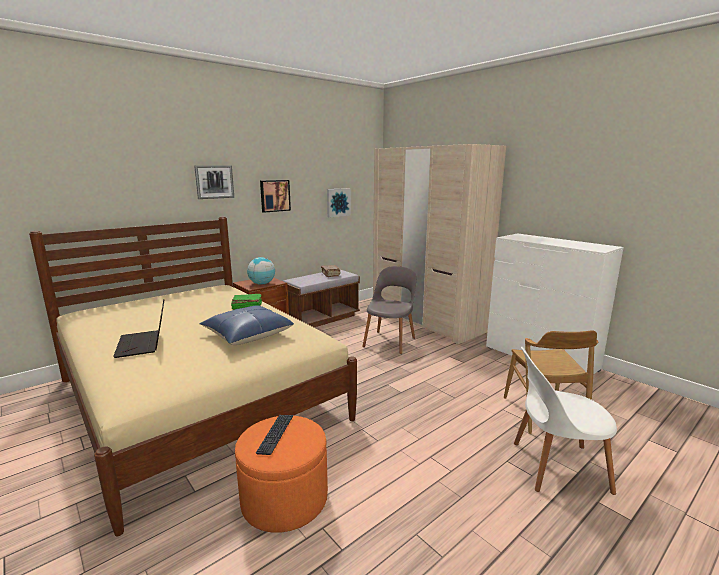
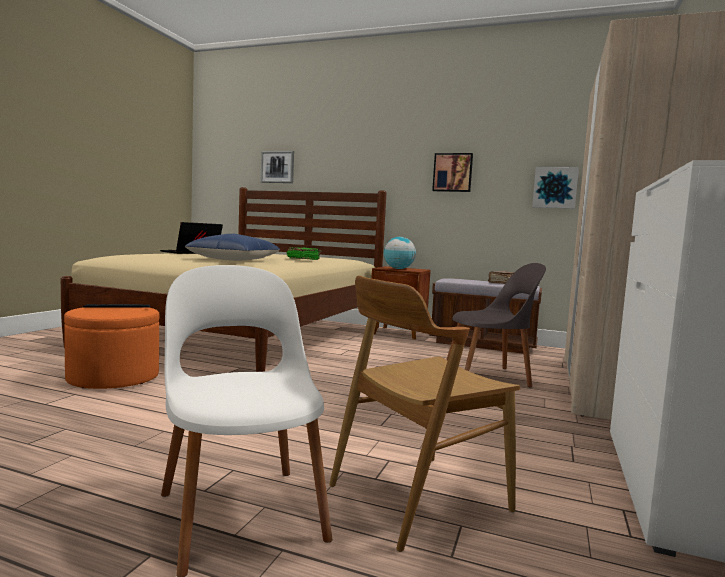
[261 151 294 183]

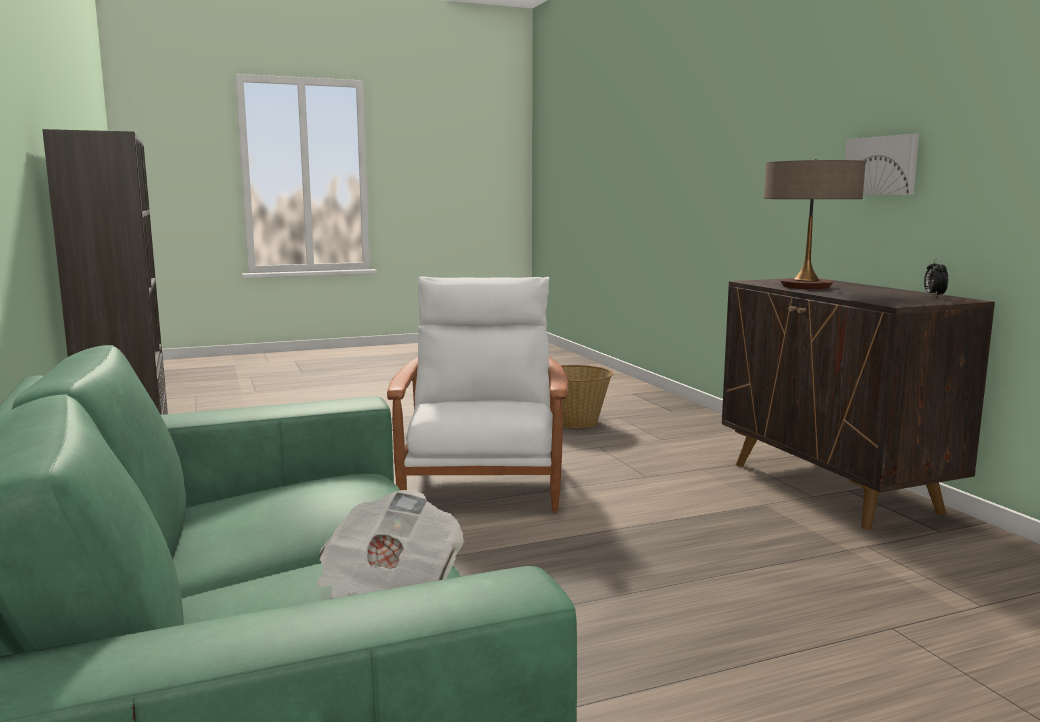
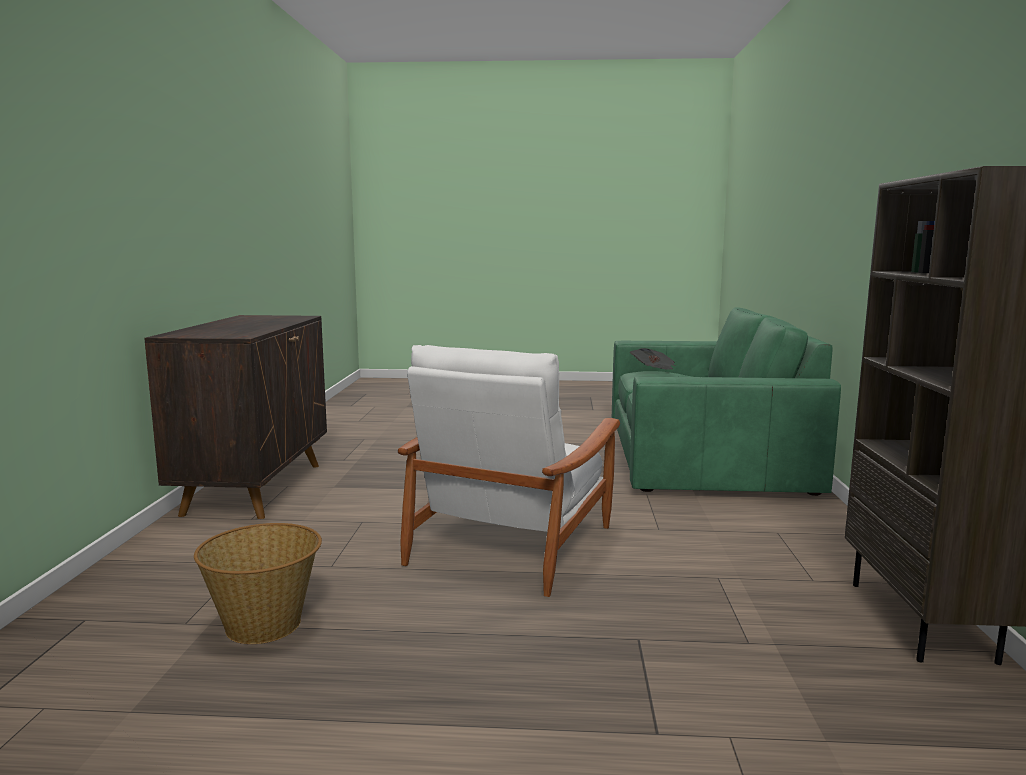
[764 160 866 289] (first image)
[845 134 919 195] (first image)
[924 258 948 296] (first image)

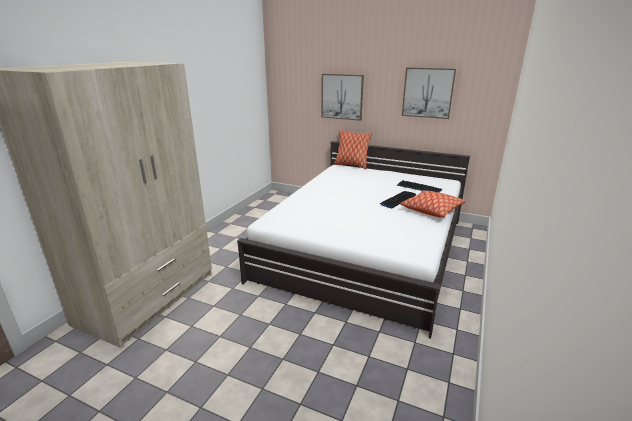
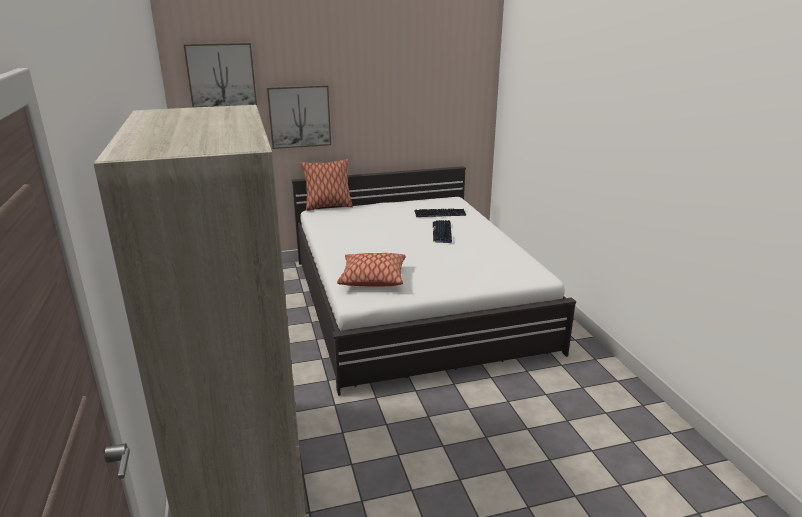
[337 253 406 287]
[183 43 257 108]

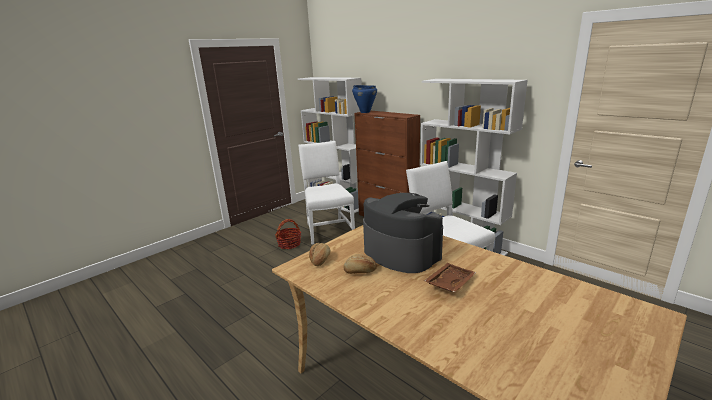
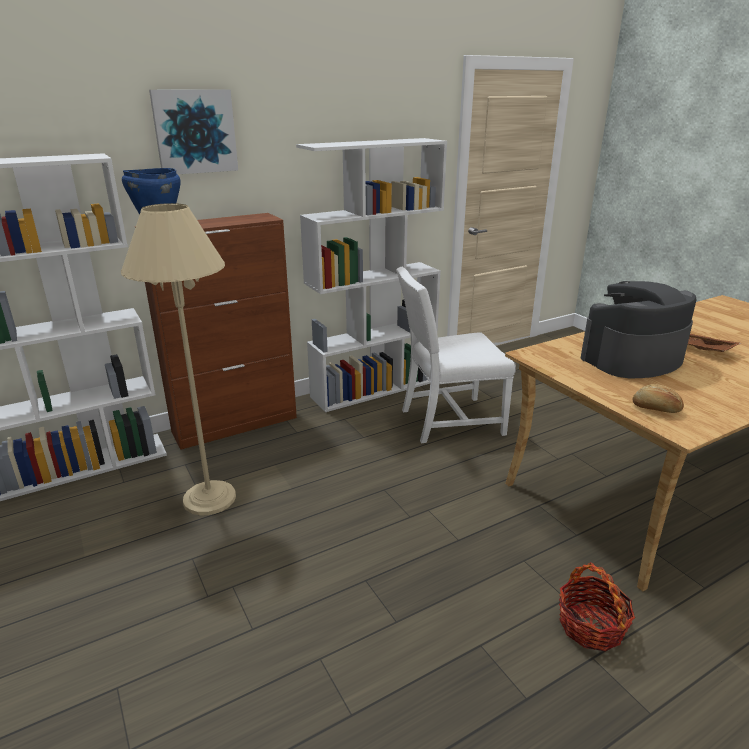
[559 562 635 652]
[121 203 236 516]
[343 254 377 274] (first image)
[149 89 238 174]

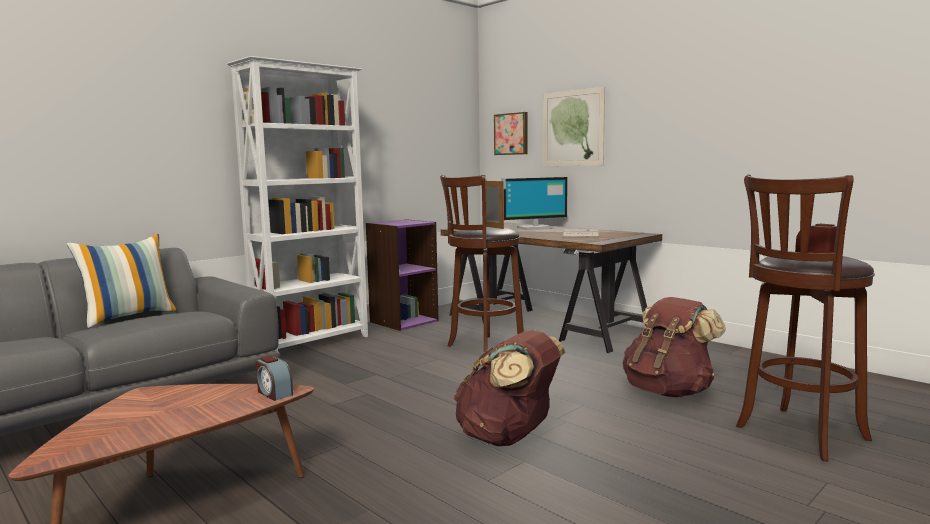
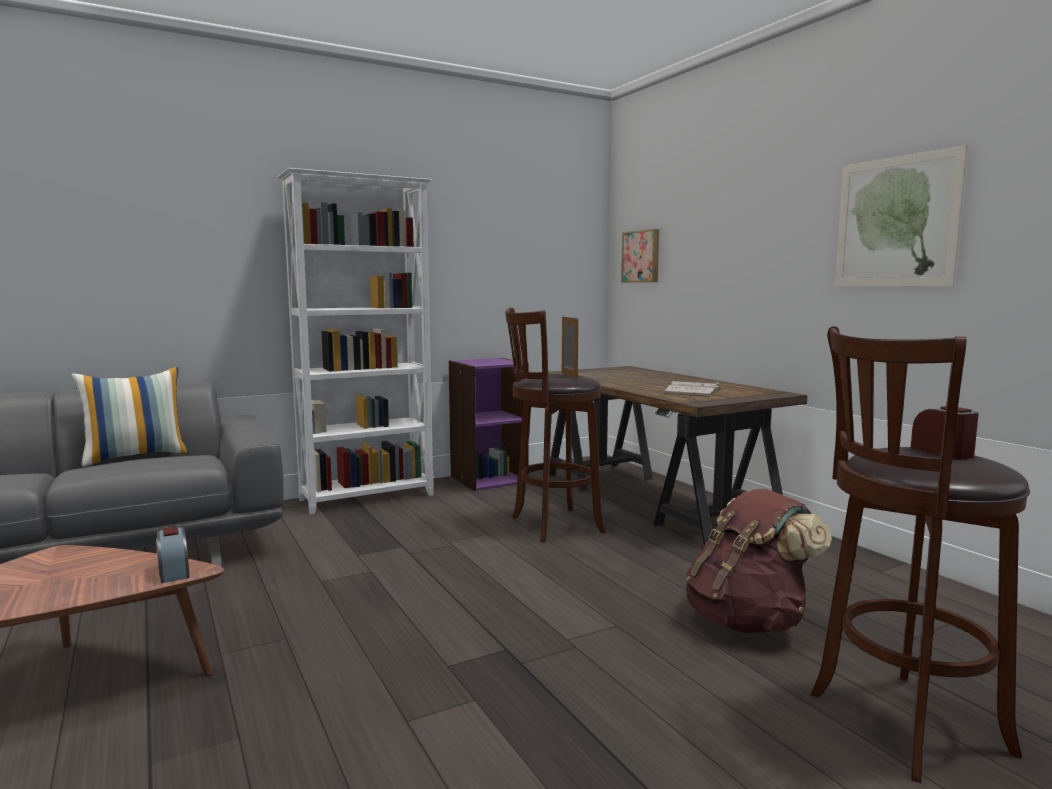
[454 330 566 446] (first image)
[501 177 568 230] (first image)
[834 145 968 287]

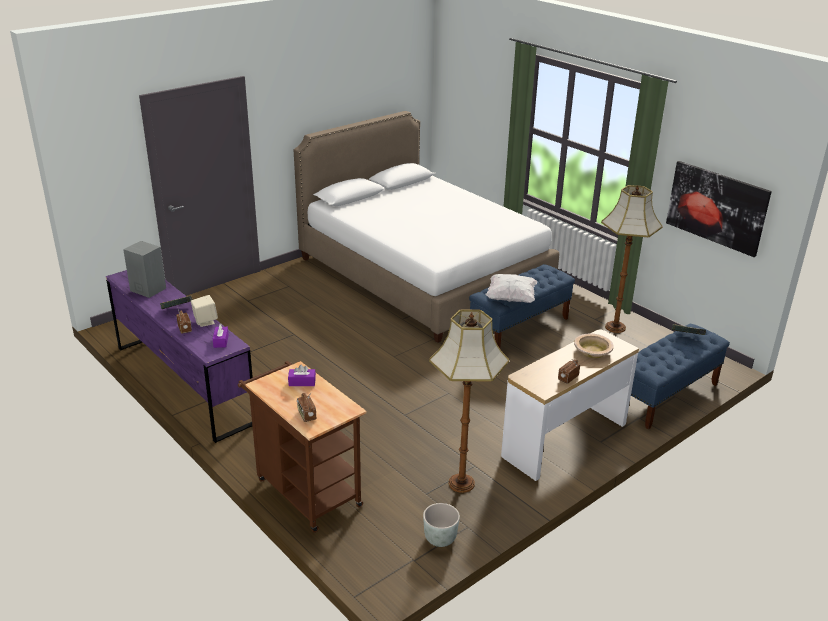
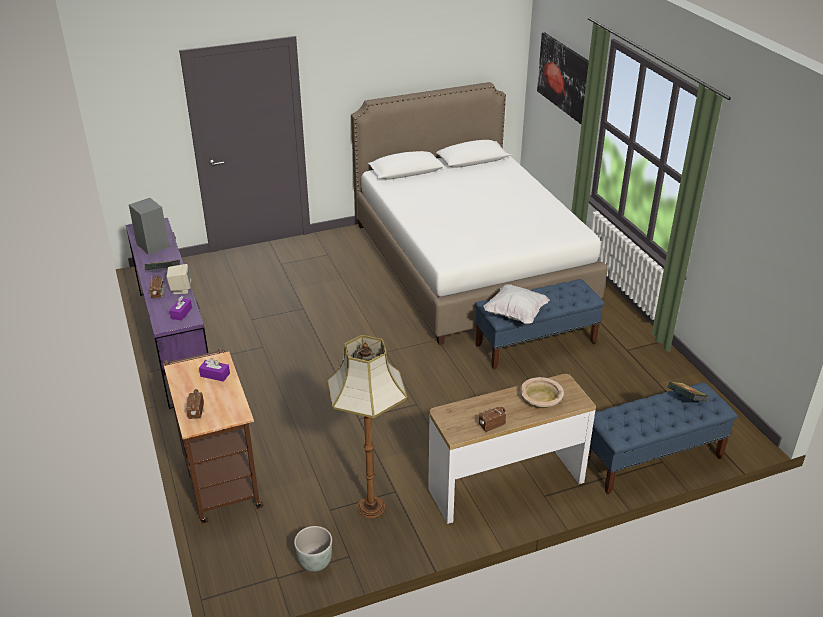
[601 185 663 333] (first image)
[537 33 589 124]

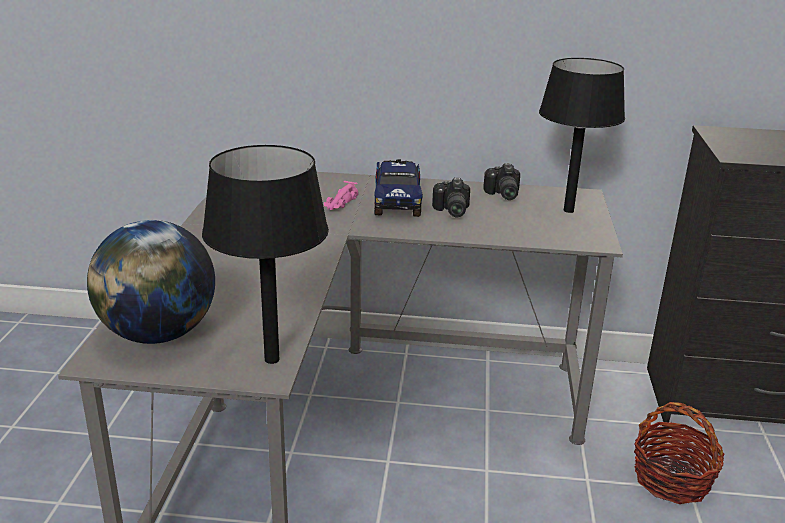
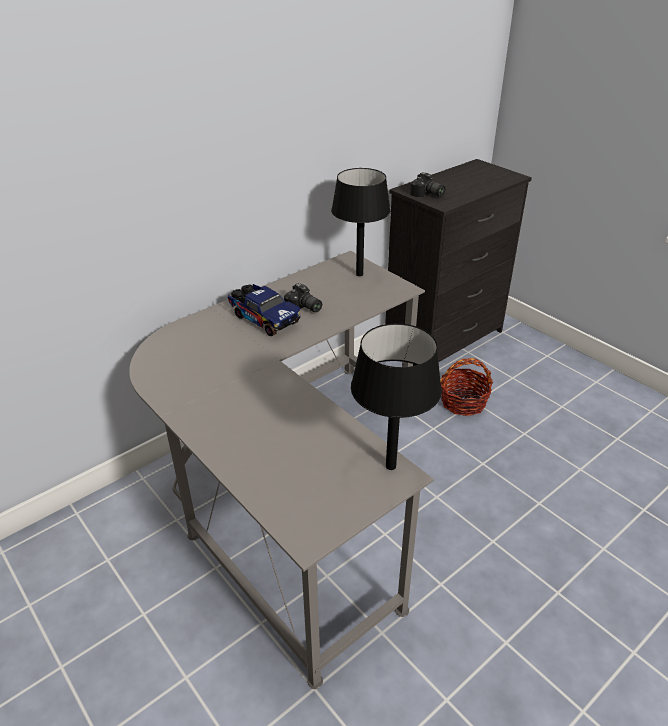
[87 220 215 344] (first image)
[324 181 358 210] (first image)
[410 172 445 198]

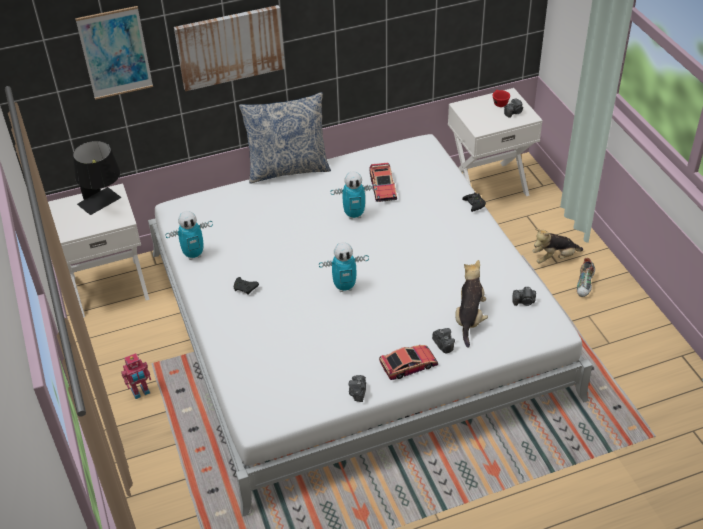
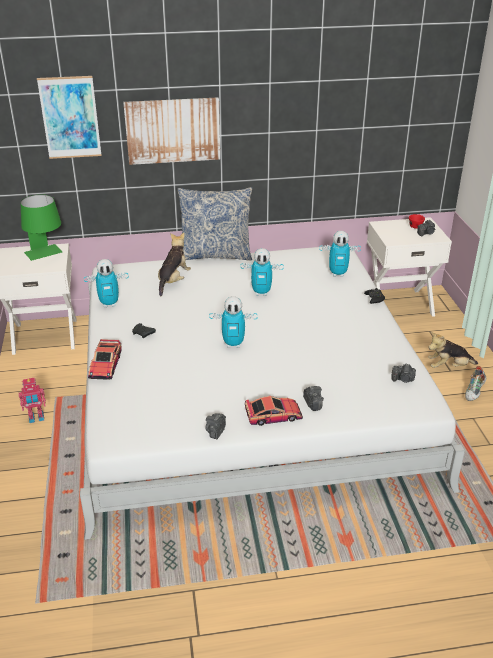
[21 194 62 261]
[88 339 122 380]
[158 233 191 296]
[319 231 361 277]

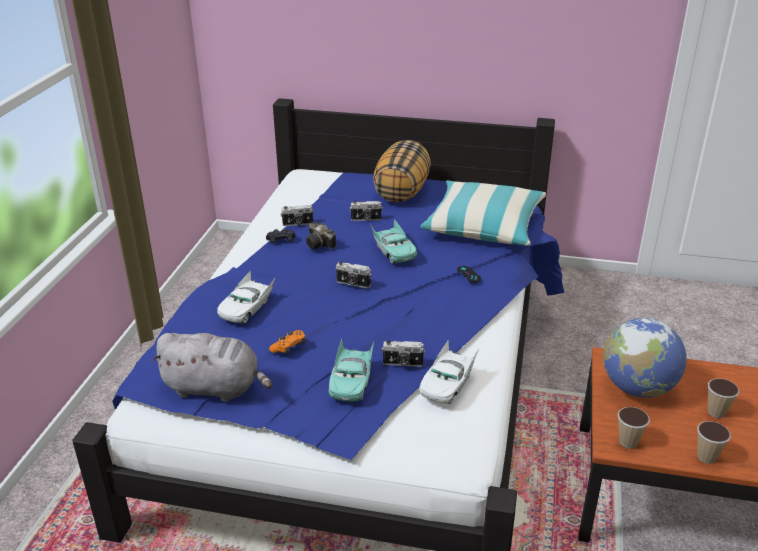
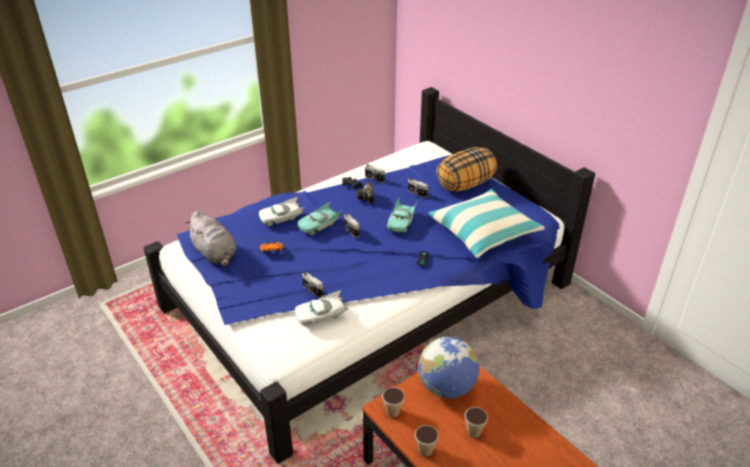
[298 202 342 235]

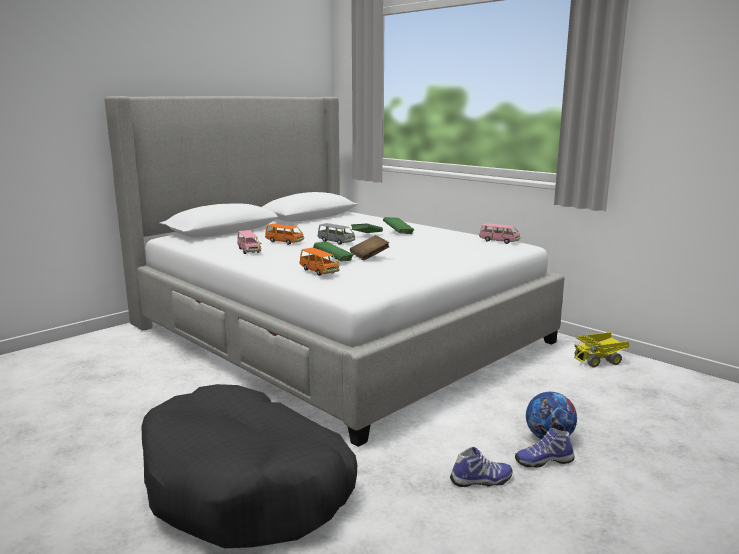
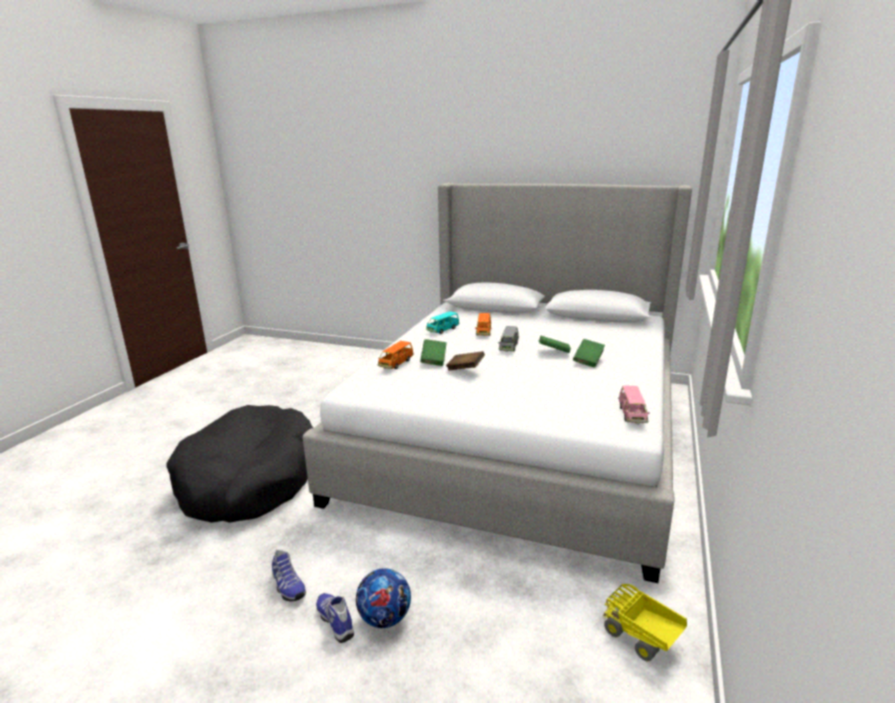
[426 311 460 334]

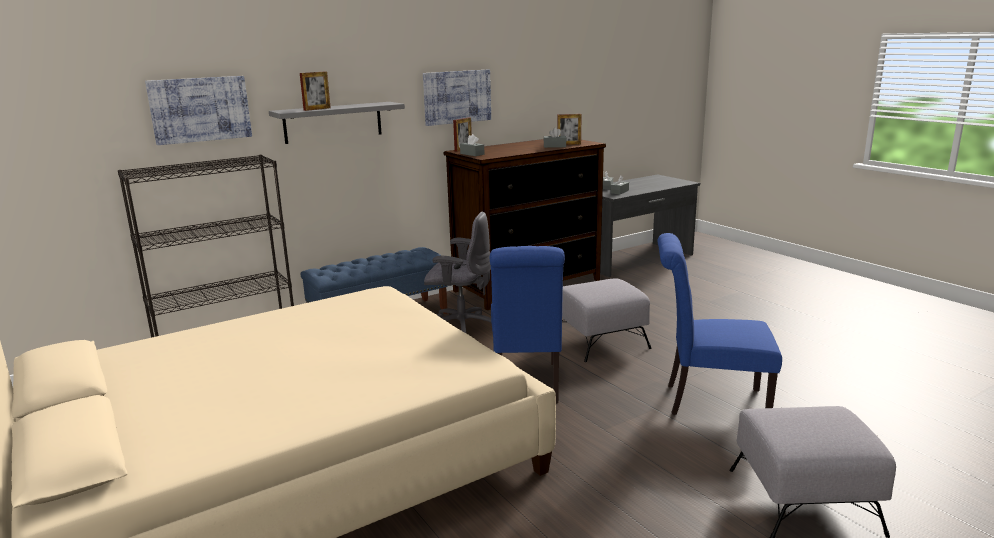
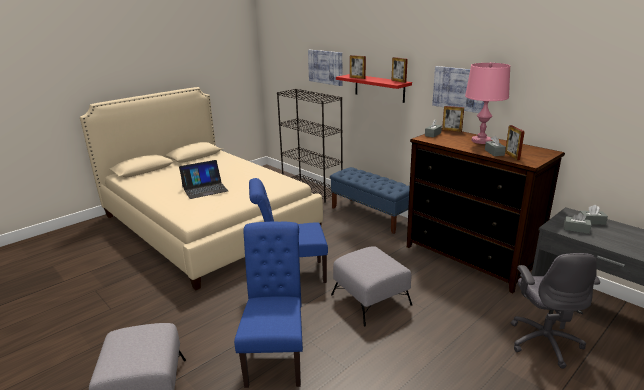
[336 74 412 103]
[511 253 600 369]
[179 160 228 199]
[392 57 408 83]
[465 62 510 144]

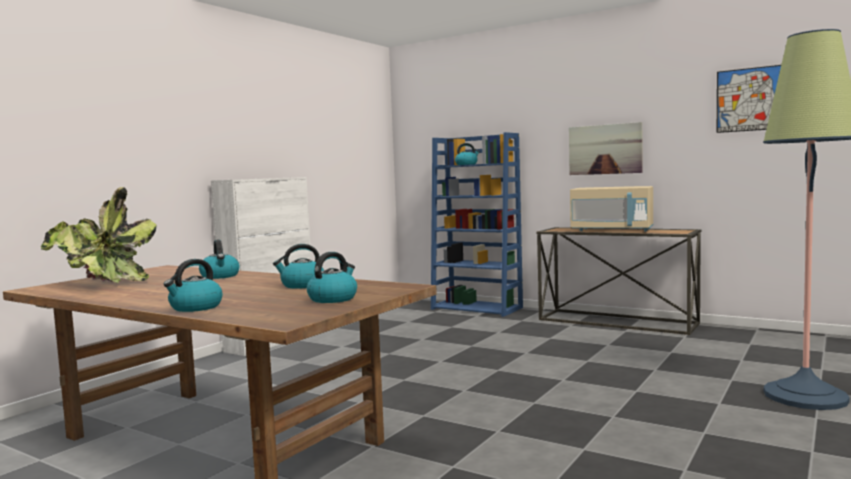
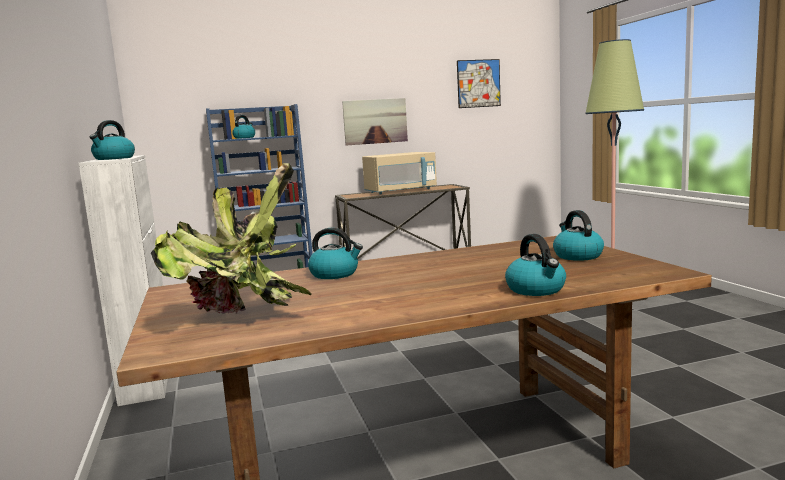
[89 120 135 160]

